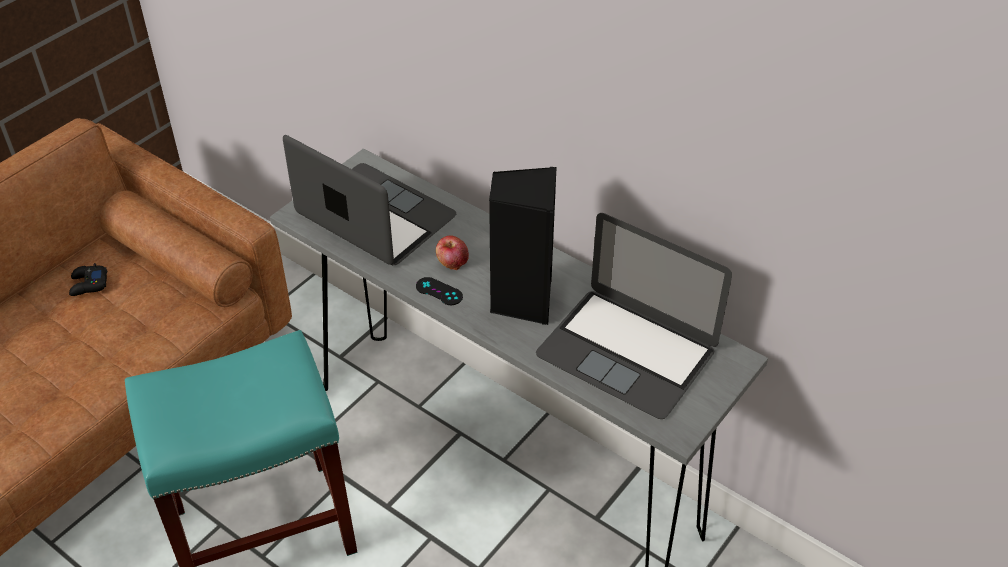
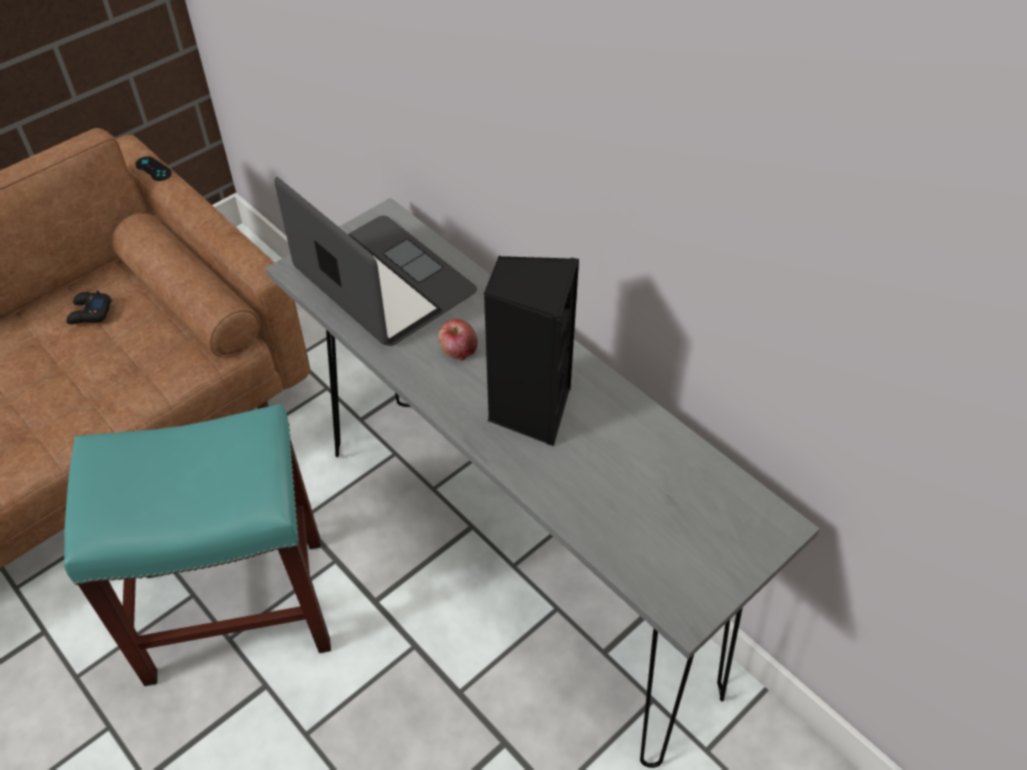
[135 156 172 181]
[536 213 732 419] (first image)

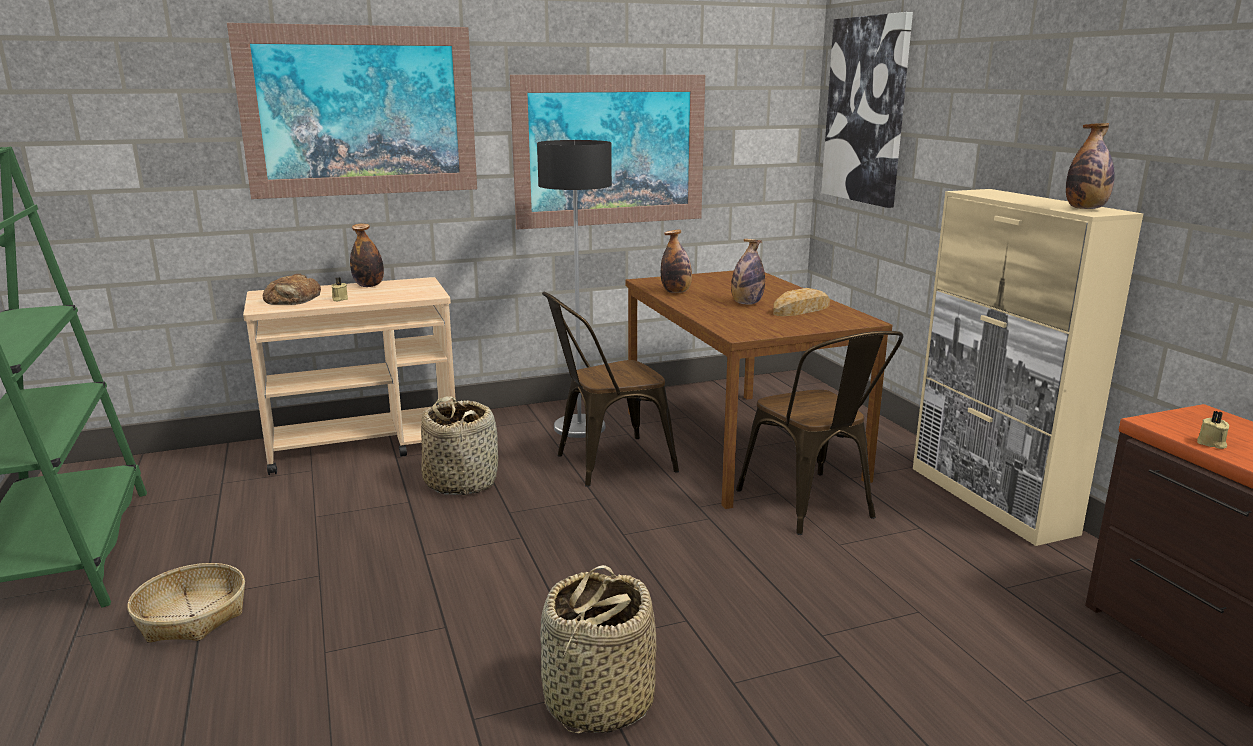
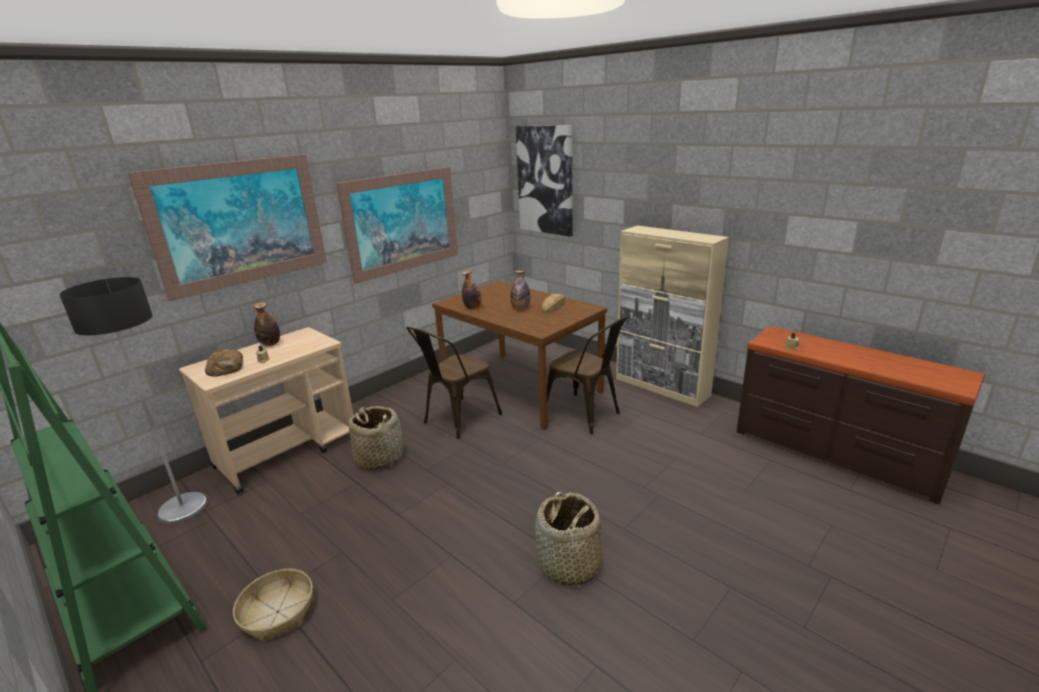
[59 277 207 524]
[1066 123 1114 209] (first image)

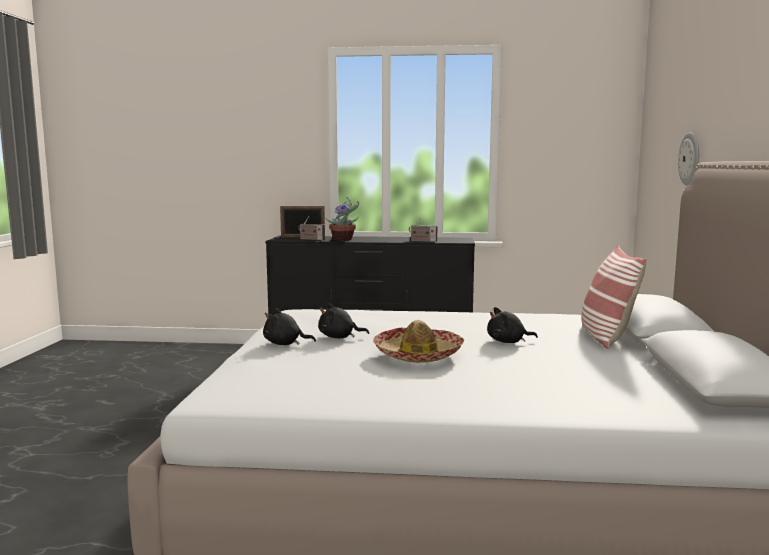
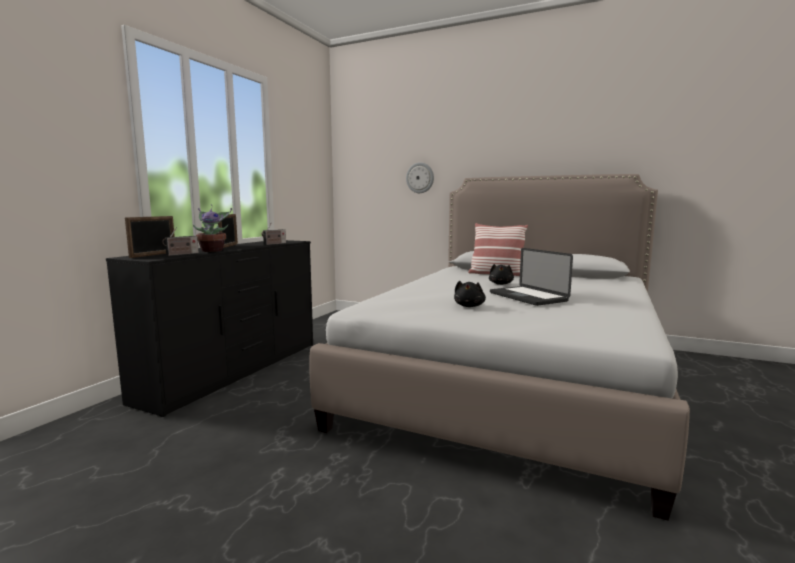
[263 308 316 345] (first image)
[490 248 573 306]
[218 214 238 248]

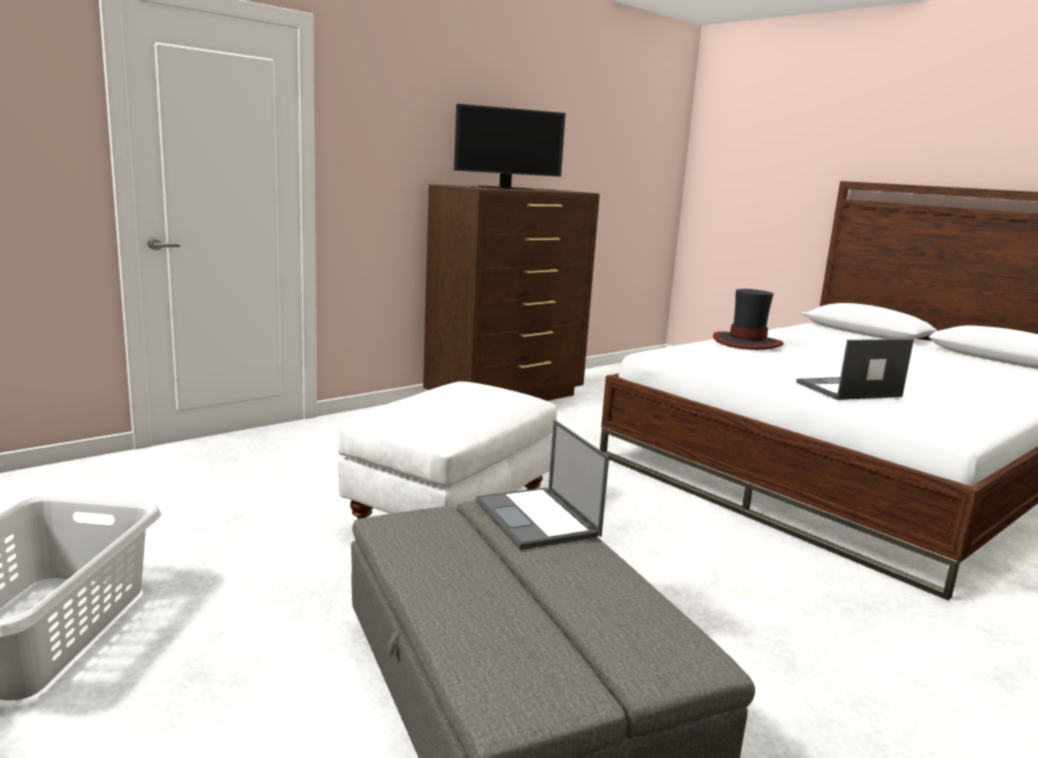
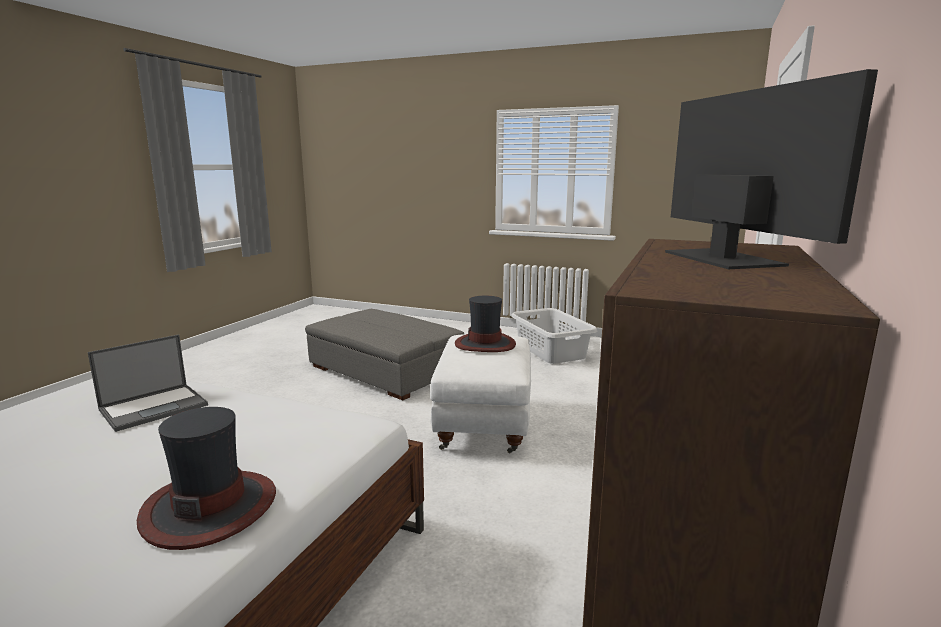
[665 69 878 269]
[476 420 609 550] (first image)
[455 296 516 352]

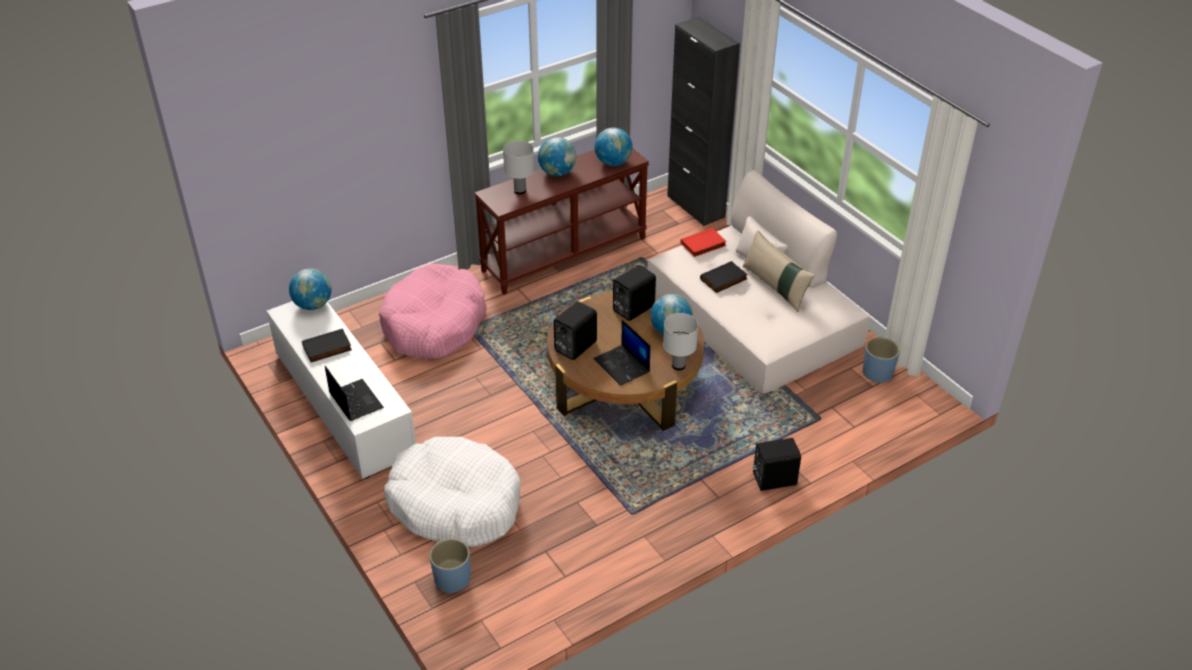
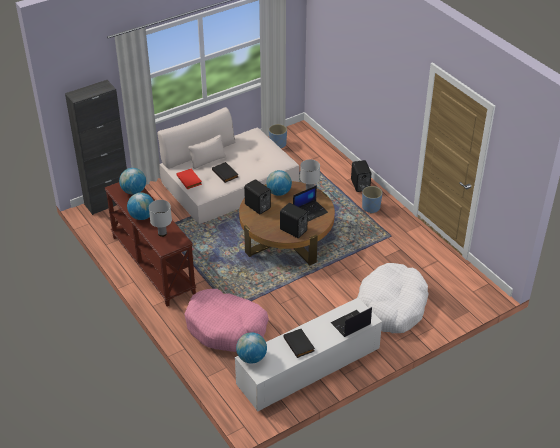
[362 186 382 214]
[743 230 815 312] (first image)

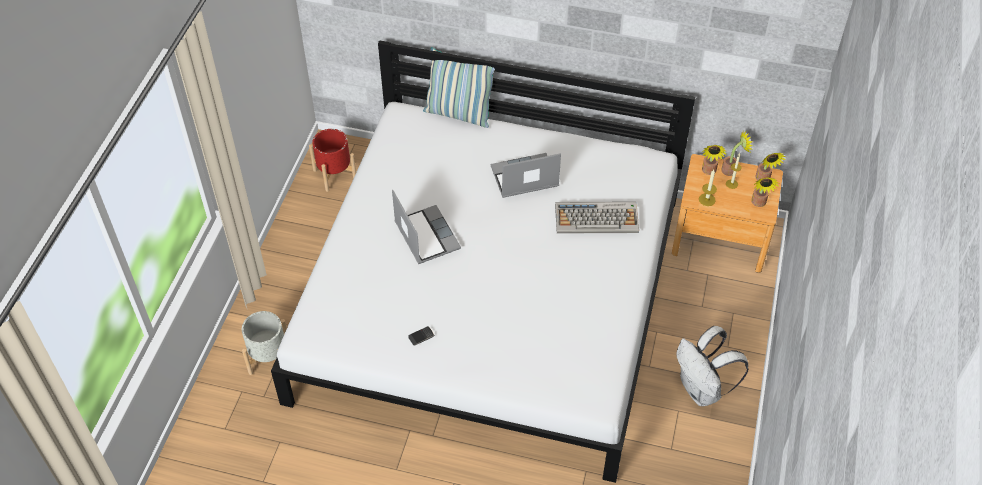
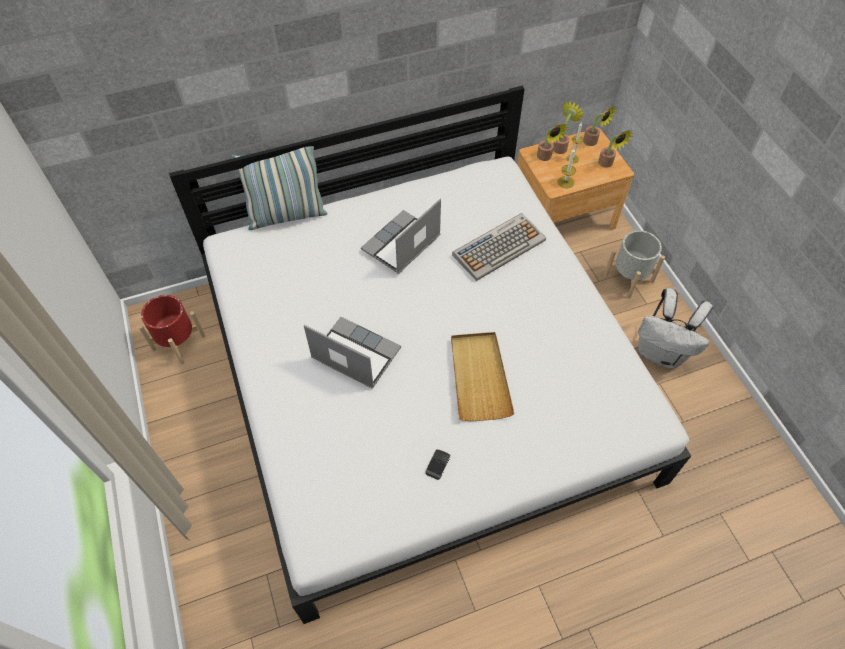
[604 230 665 299]
[451 332 515 421]

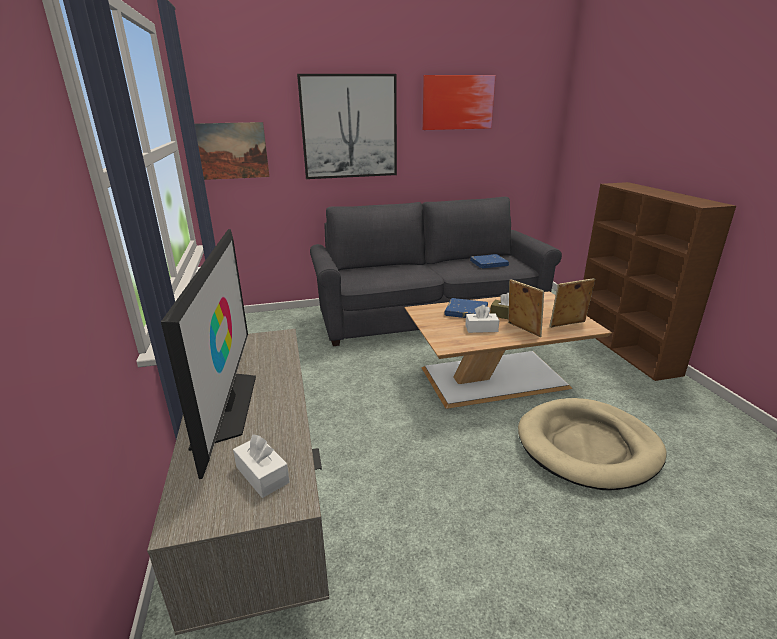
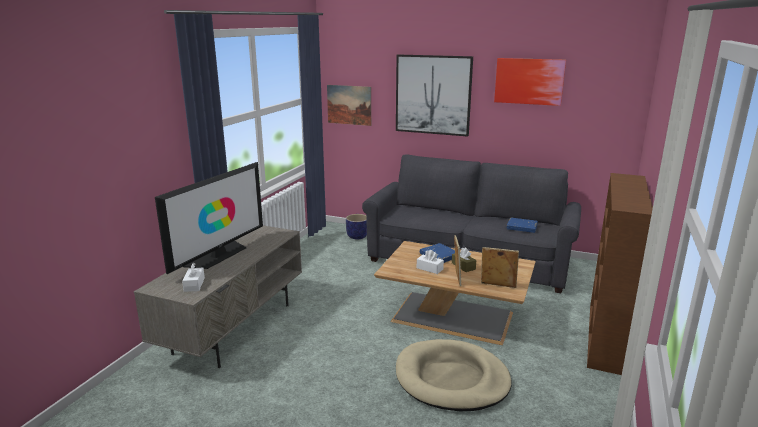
[346 214 367 240]

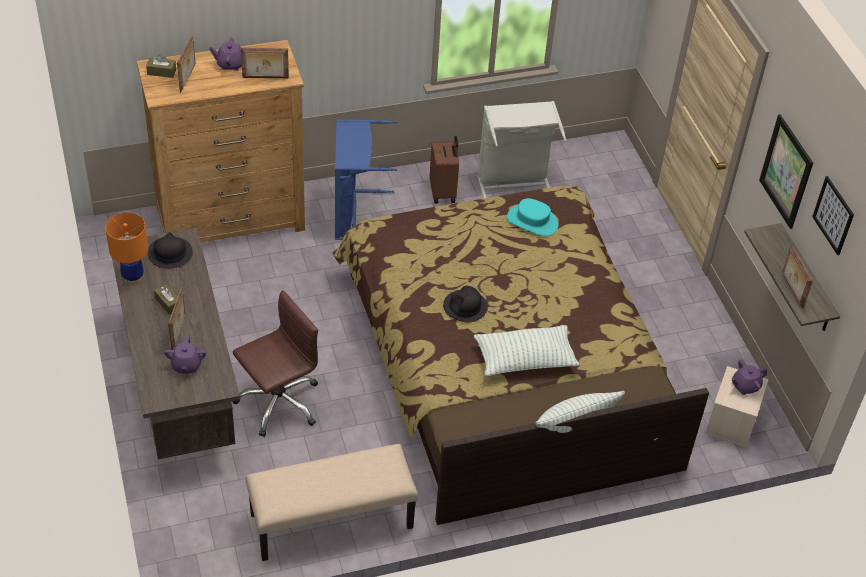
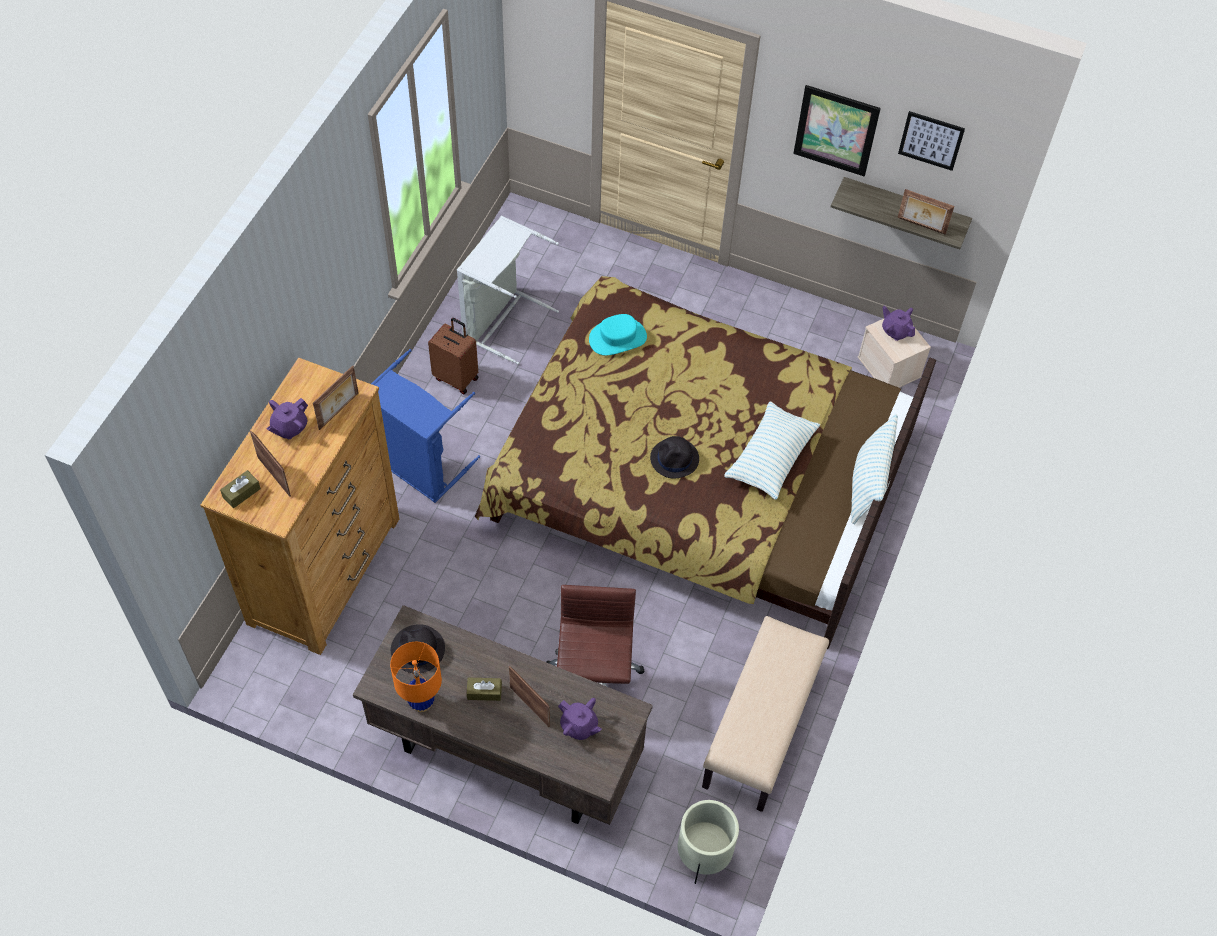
[882 306 915 341]
[678 800 739 884]

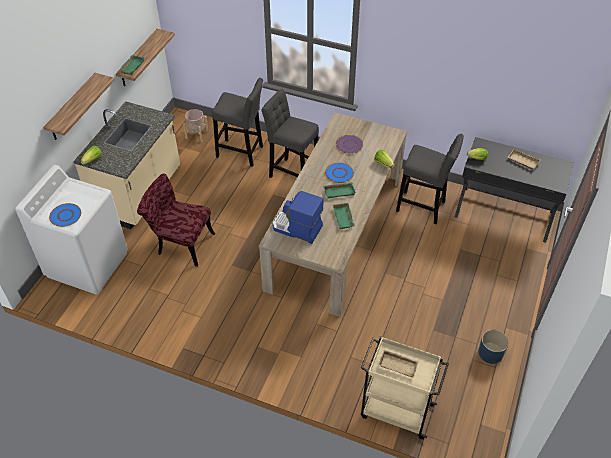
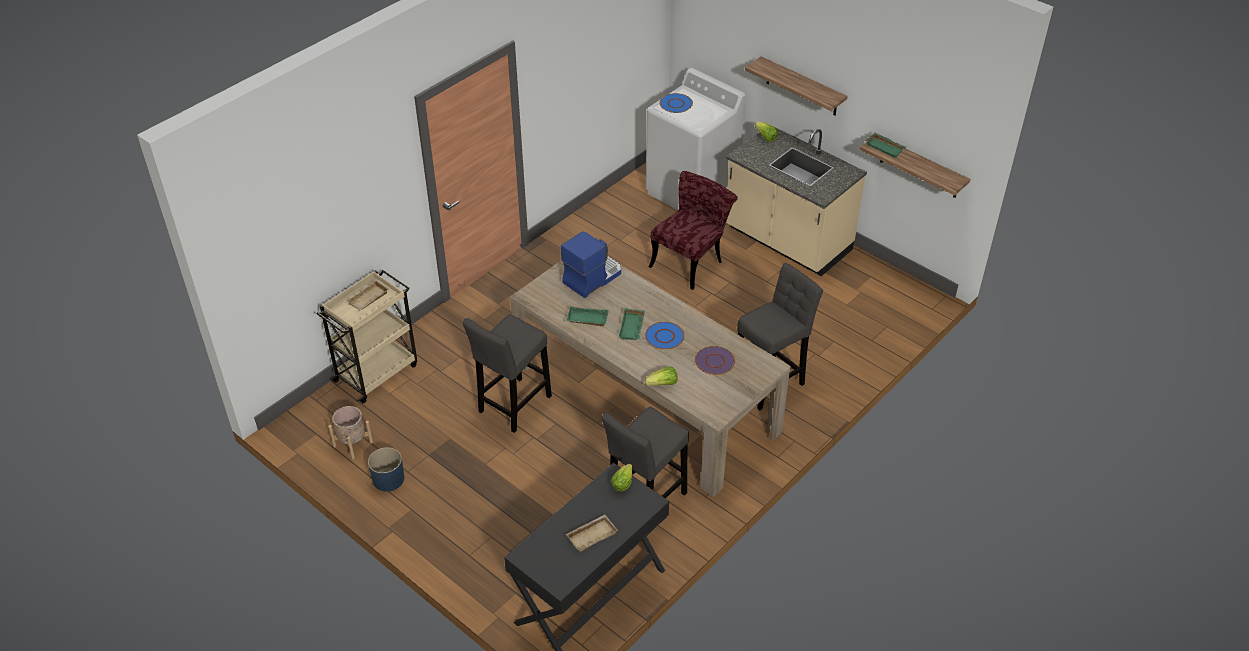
[328 406 373 459]
[462 314 552 433]

